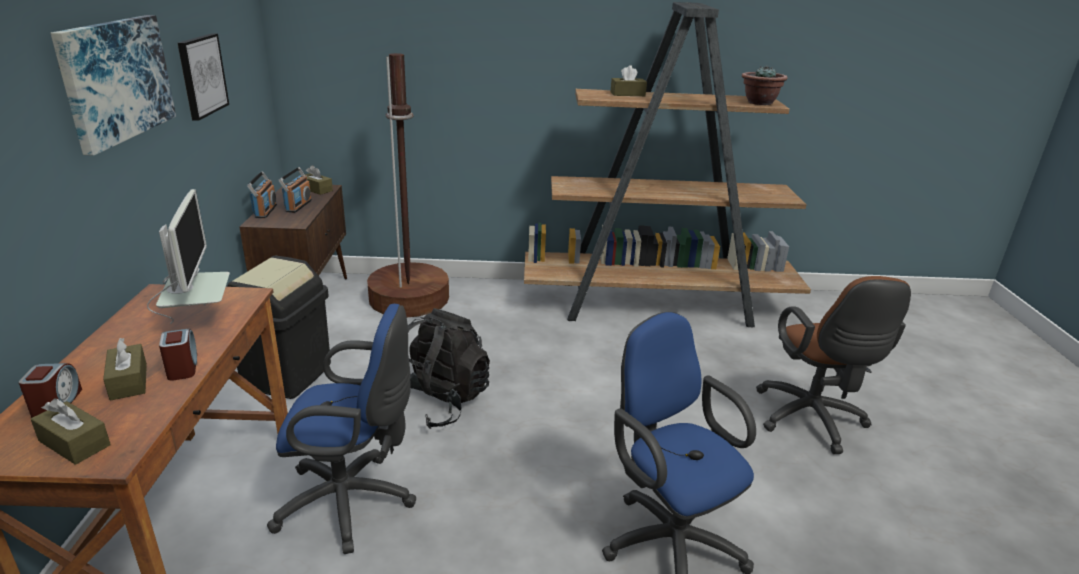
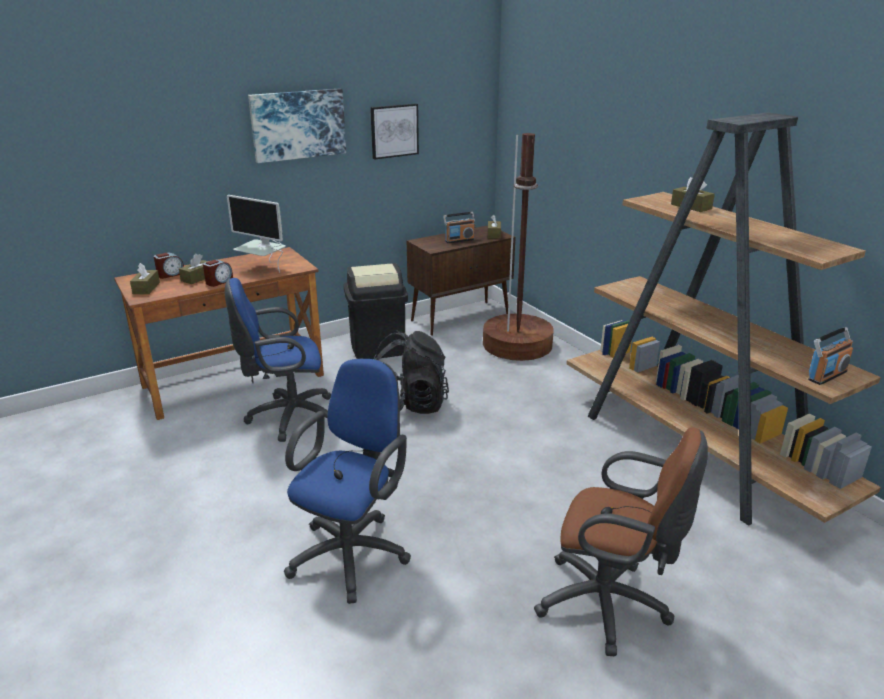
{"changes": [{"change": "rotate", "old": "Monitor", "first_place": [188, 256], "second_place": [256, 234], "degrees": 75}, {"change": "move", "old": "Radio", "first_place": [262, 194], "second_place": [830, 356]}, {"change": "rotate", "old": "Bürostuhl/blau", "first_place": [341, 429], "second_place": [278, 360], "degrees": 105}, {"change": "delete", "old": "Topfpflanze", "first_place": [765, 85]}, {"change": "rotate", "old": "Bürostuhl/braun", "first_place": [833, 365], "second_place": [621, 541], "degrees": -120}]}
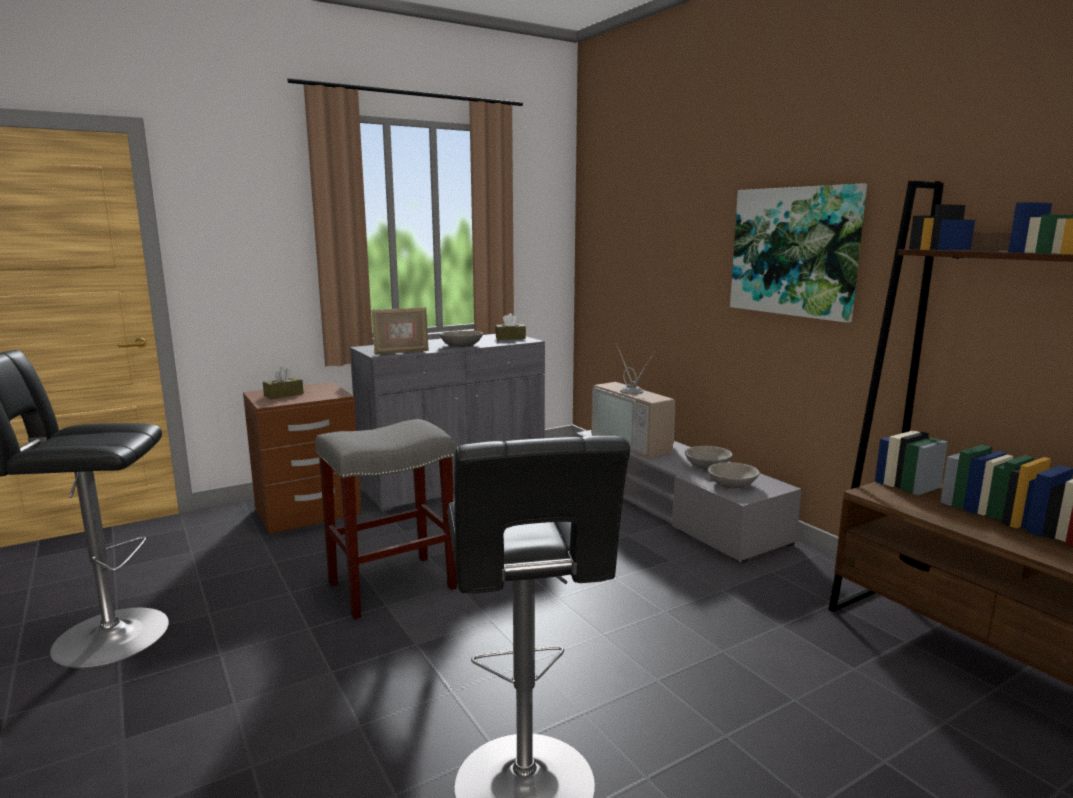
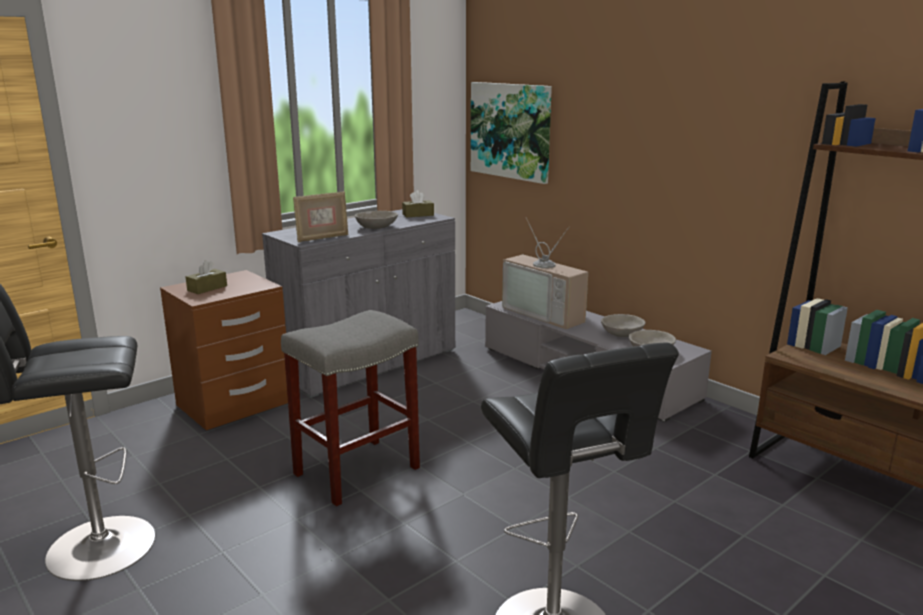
{"changes": [{"change": "move", "old": "Bild", "first_place": [798, 253], "second_place": [511, 133]}]}
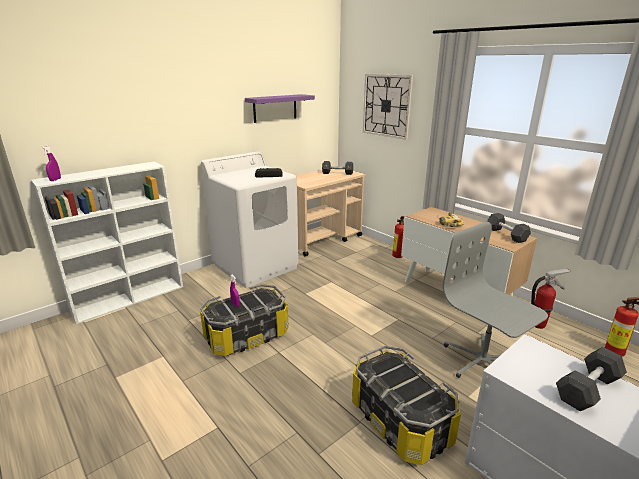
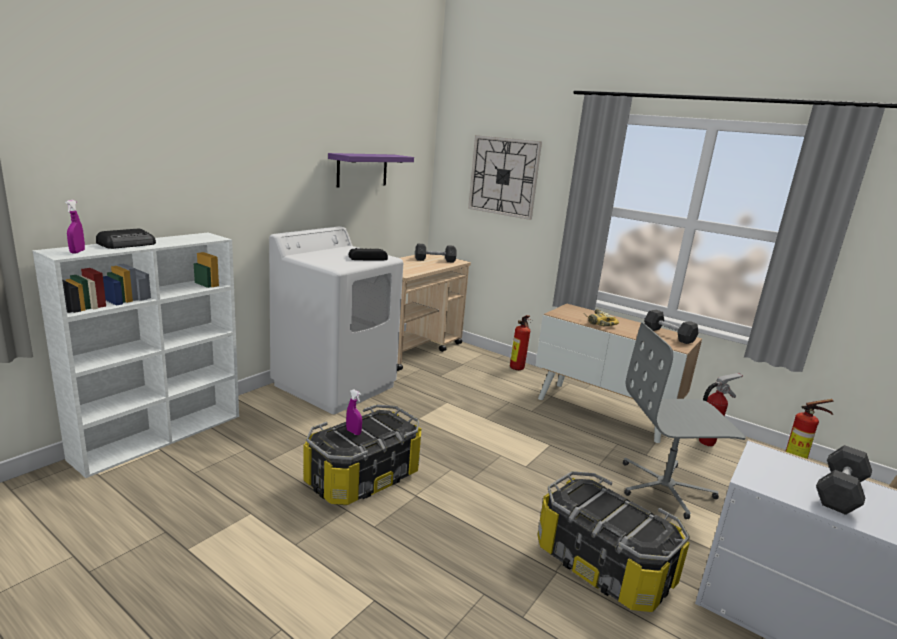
{"changes": [{"change": "rotate", "old": "Bürostuhl/grau", "first_place": [495, 300], "second_place": [684, 420], "degrees": -45}, {"change": "insert", "new": "Radio", "second_place": [126, 239]}]}
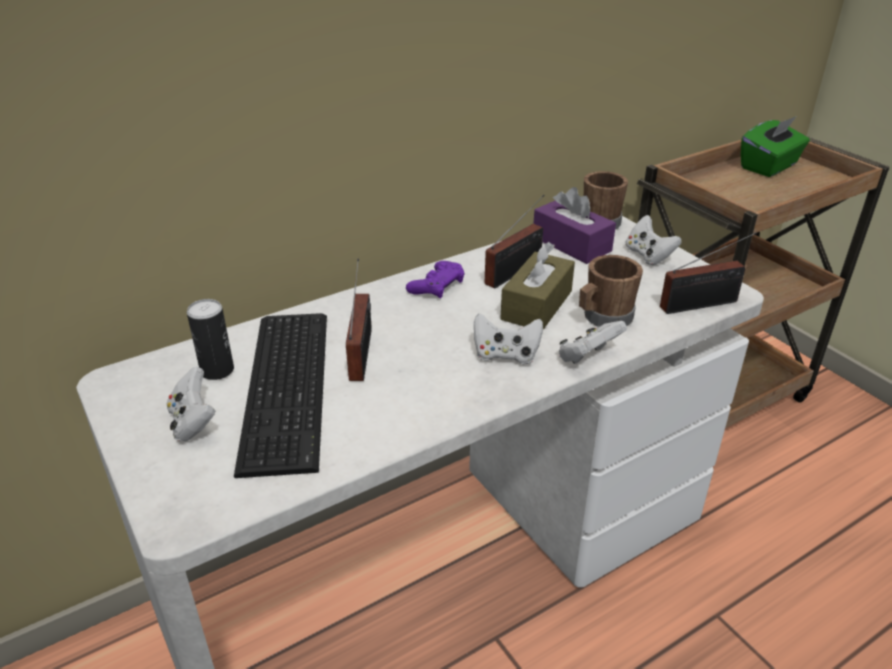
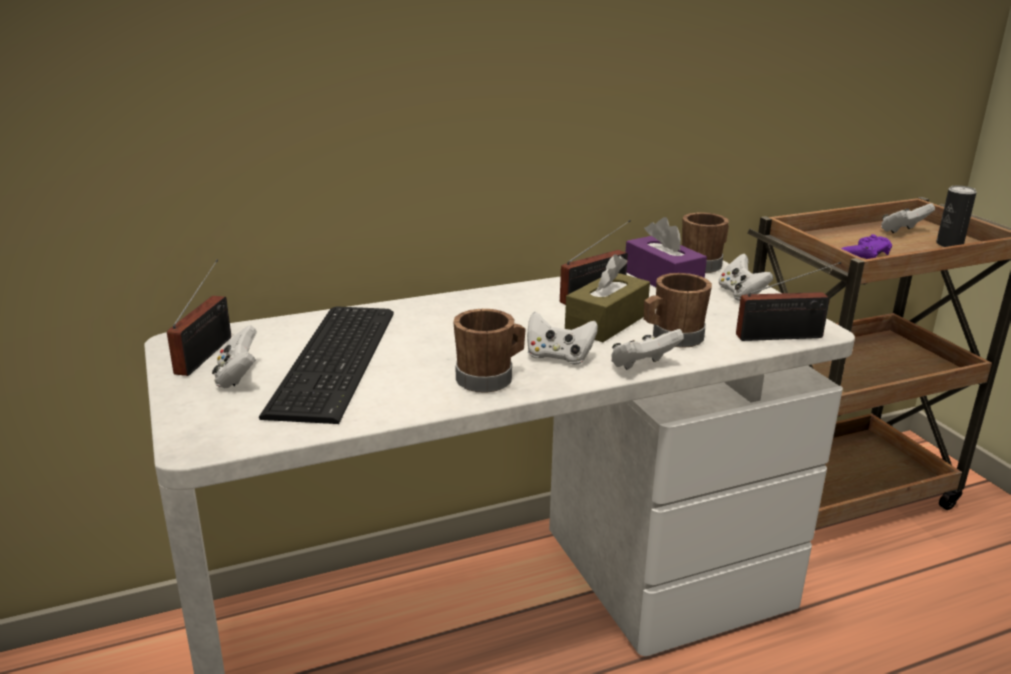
{"changes": [{"change": "move", "old": "Dose", "first_place": [210, 339], "second_place": [956, 216]}, {"change": "move", "old": "Radio", "first_place": [359, 320], "second_place": [199, 317]}, {"change": "move", "old": "Gamepad/lila", "first_place": [435, 280], "second_place": [866, 246]}, {"change": "replace", "old": "Taschentuchbox/grün", "new": "Gamepad/weiß", "first_place": [775, 146], "second_place": [908, 218]}, {"change": "insert", "new": "Henkelbecher/braun", "second_place": [489, 351]}]}
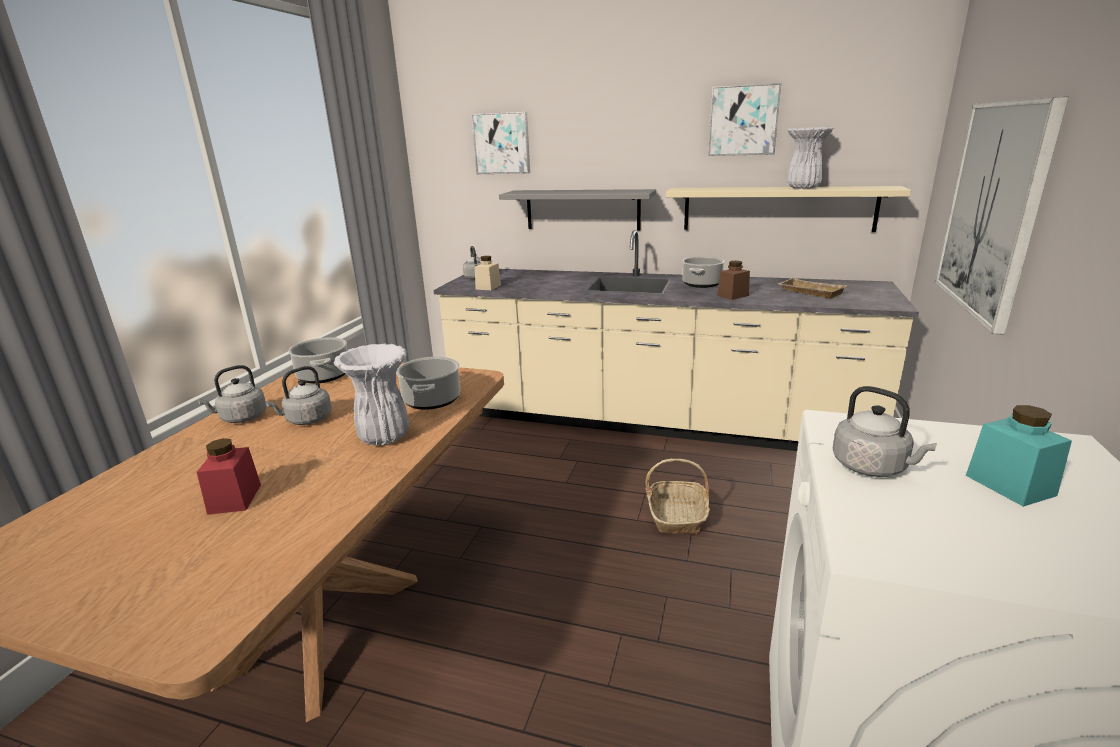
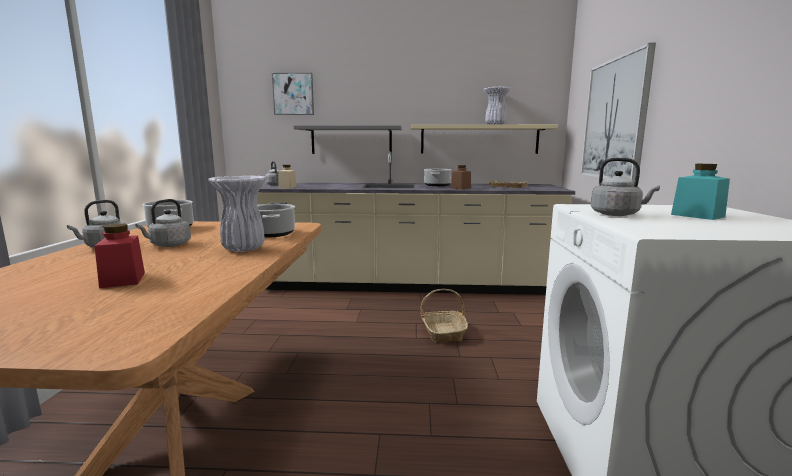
{"changes": [{"change": "delete", "old": "Bild", "first_place": [744, 119]}]}
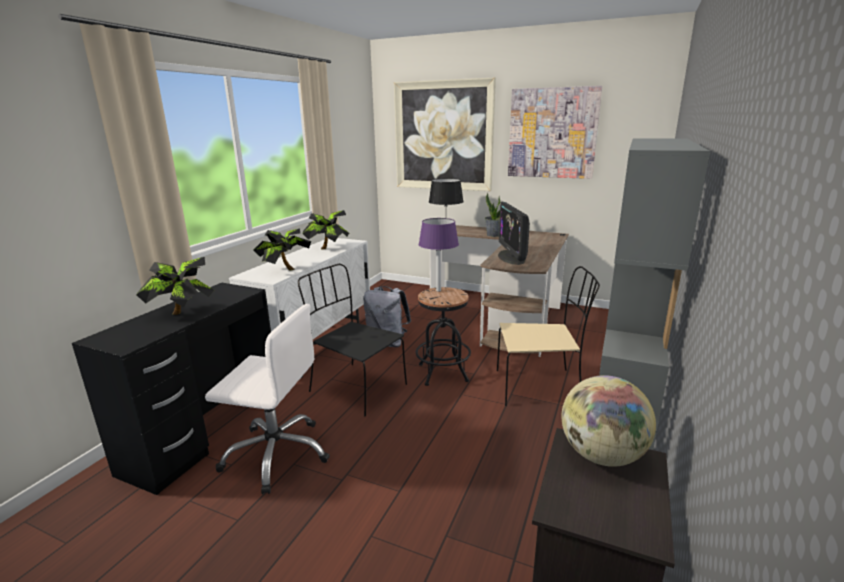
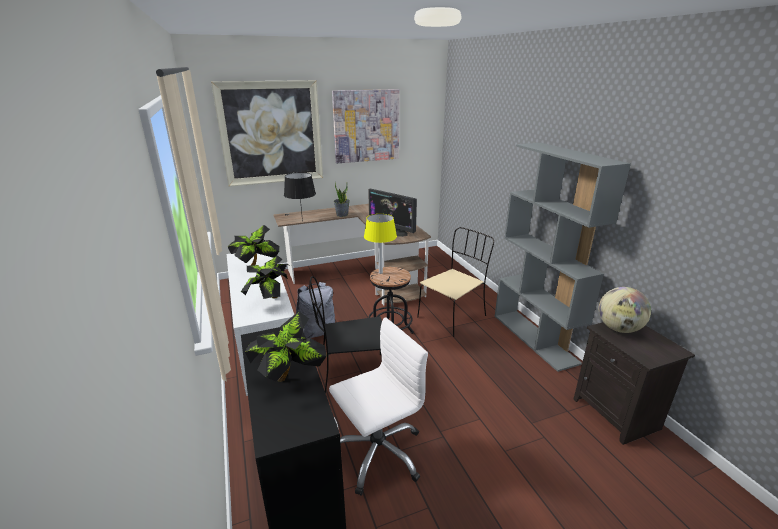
{"changes": [{"change": "recolor", "old": "Tischlampe/lila", "new": "Tischlampe/gelb", "first_place": [439, 255], "second_place": [380, 244]}]}
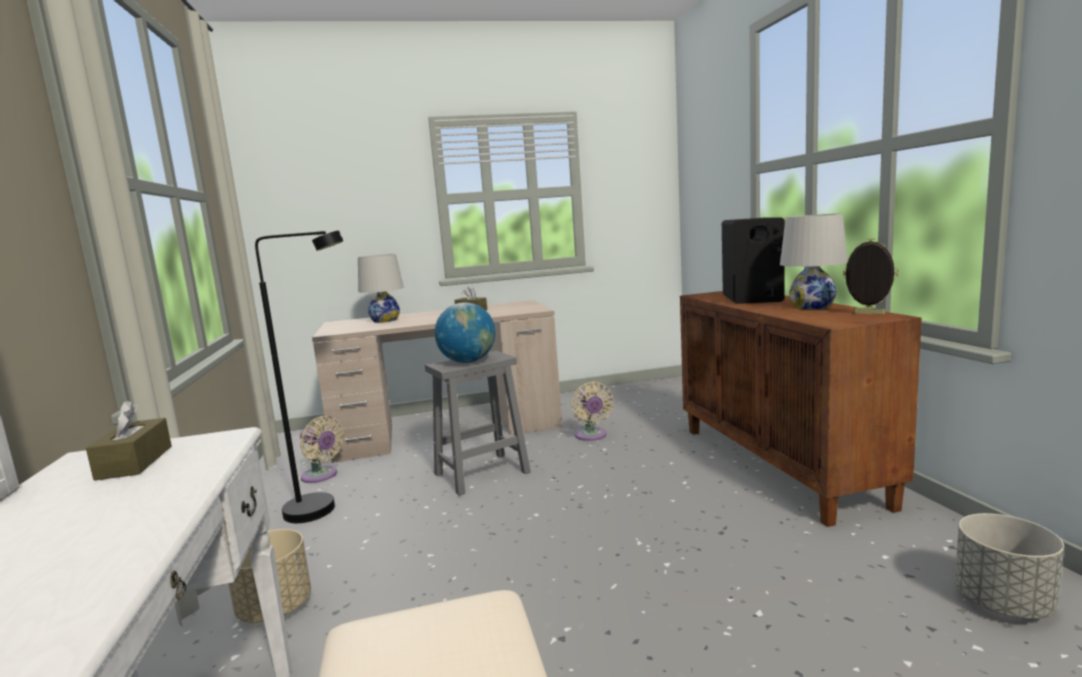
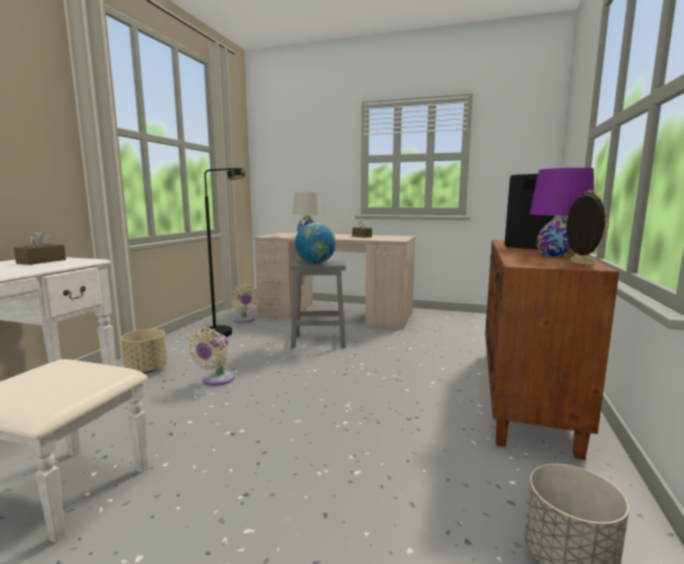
{"changes": [{"change": "move", "old": "Ventilator/beige", "first_place": [592, 411], "second_place": [211, 357]}, {"change": "recolor", "old": "Tischlampe/weiß", "new": "Tischlampe/lila", "first_place": [814, 261], "second_place": [562, 212]}]}
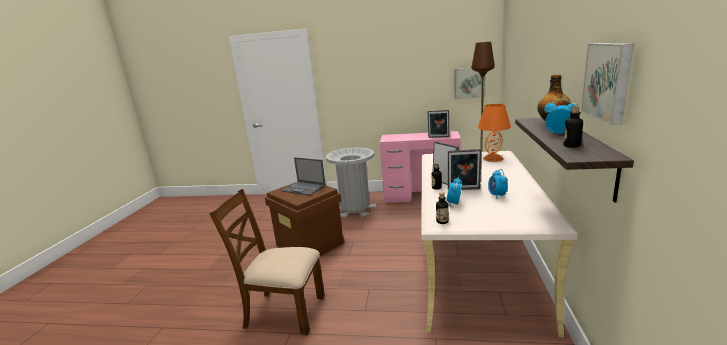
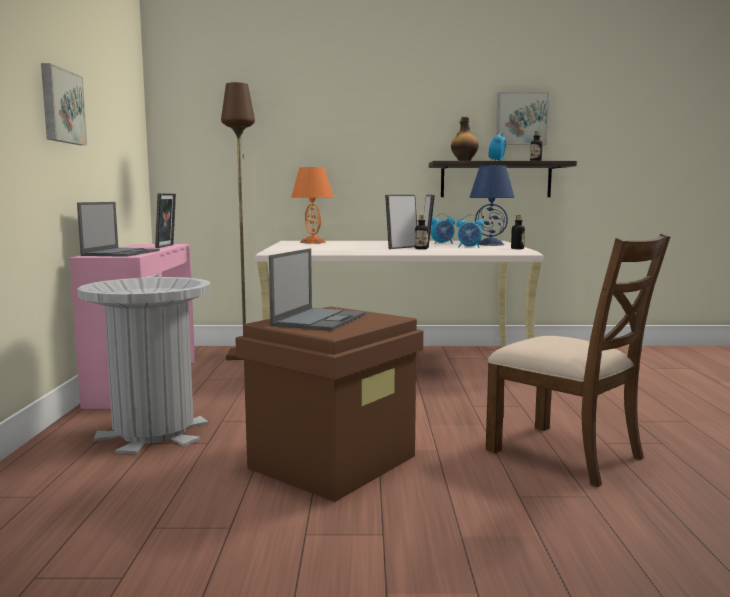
{"changes": [{"change": "rotate", "old": "Stuhl/braun", "first_place": [267, 262], "second_place": [578, 360], "degrees": -45}, {"change": "move", "old": "Bild", "first_place": [470, 83], "second_place": [64, 104]}, {"change": "insert", "new": "Laptop", "second_place": [118, 229]}, {"change": "insert", "new": "Tischlampe/blau", "second_place": [492, 206]}]}
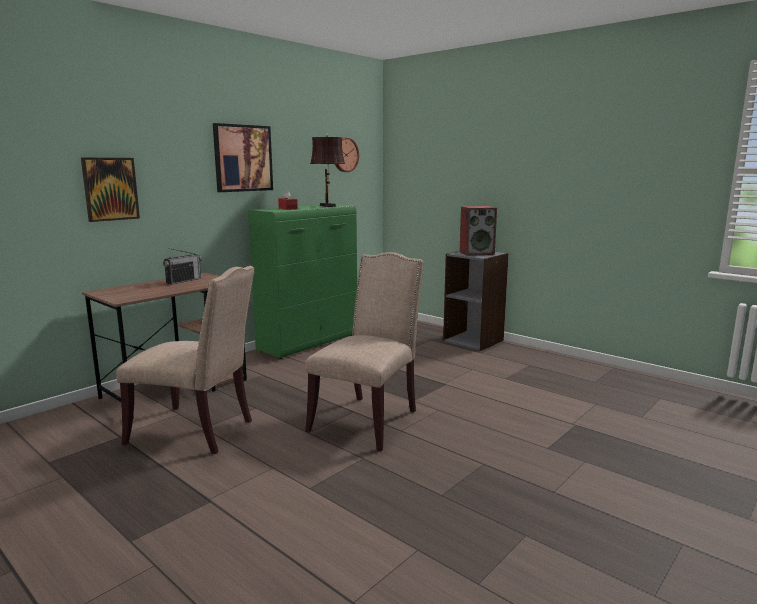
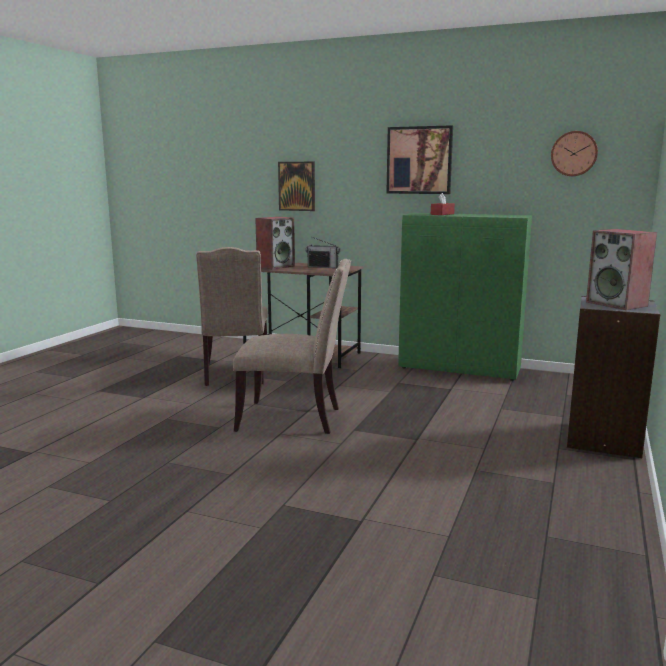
{"changes": [{"change": "delete", "old": "Tischlampe/braun", "first_place": [327, 170]}, {"change": "insert", "new": "Lautsprecher", "second_place": [275, 243]}]}
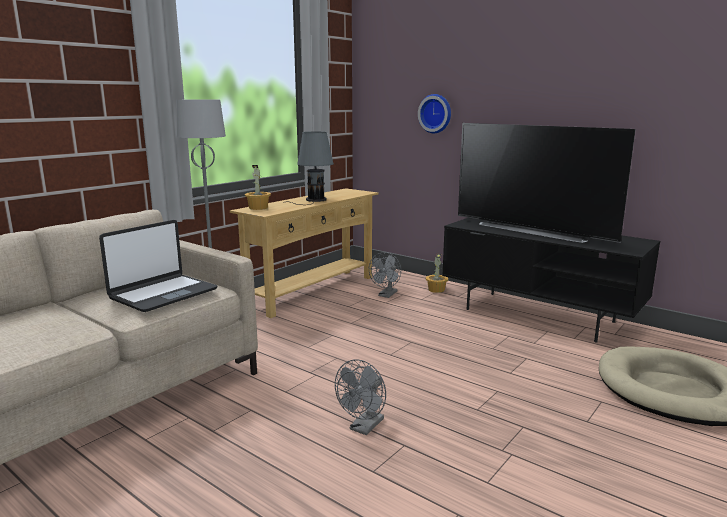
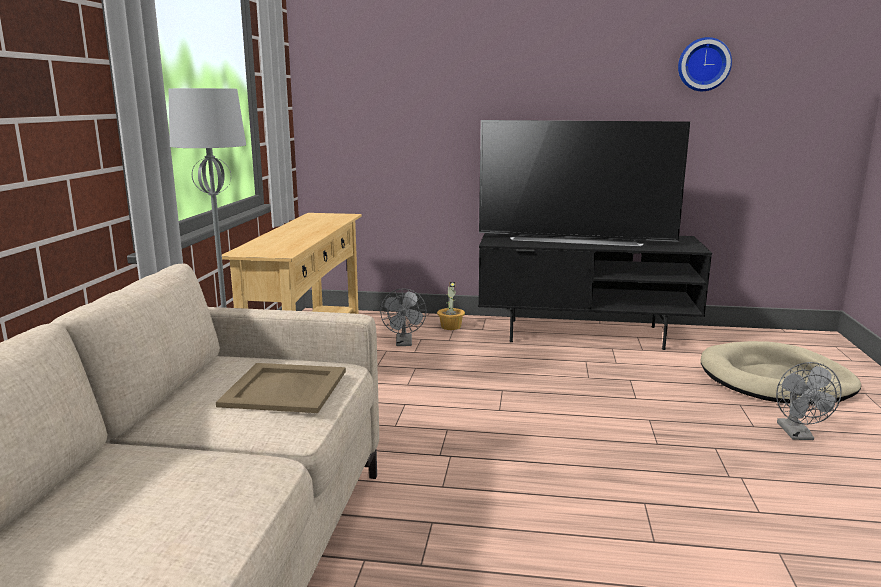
{"changes": [{"change": "replace", "old": "Laptop", "new": "Tablett/beige", "first_place": [158, 266], "second_place": [281, 388]}, {"change": "delete", "old": "Topfpflanze", "first_place": [258, 187]}, {"change": "delete", "old": "Tischlampe/grau", "first_place": [308, 168]}, {"change": "move", "old": "Ventilator/grau", "first_place": [360, 397], "second_place": [808, 401]}, {"change": "move", "old": "Wanduhr", "first_place": [434, 113], "second_place": [705, 64]}]}
